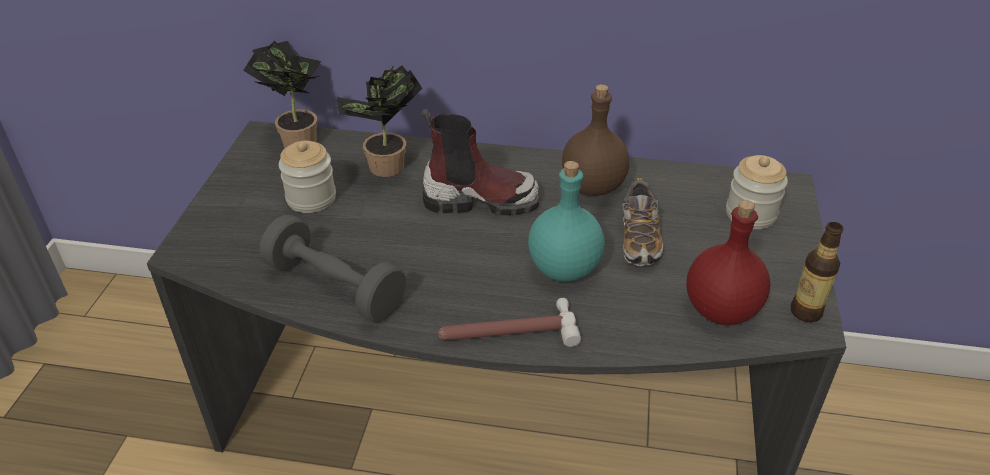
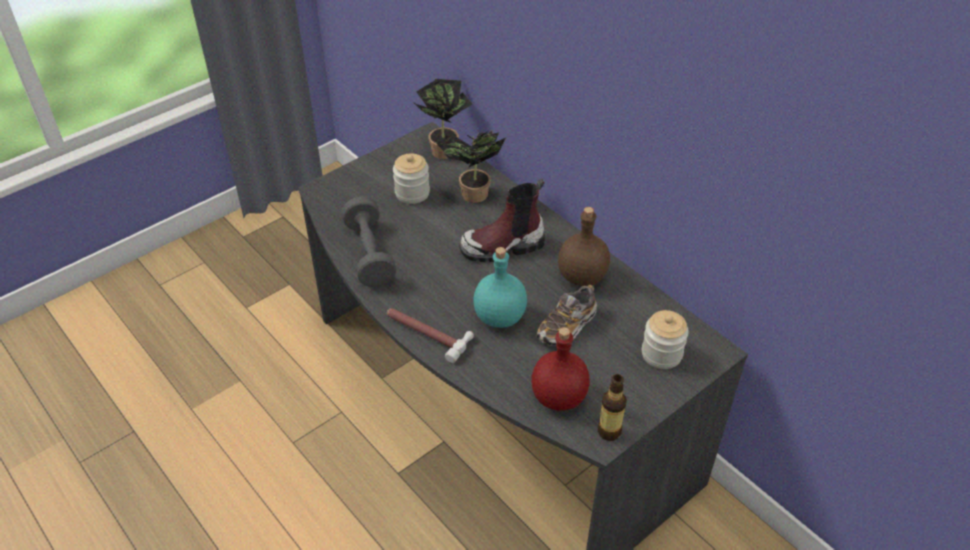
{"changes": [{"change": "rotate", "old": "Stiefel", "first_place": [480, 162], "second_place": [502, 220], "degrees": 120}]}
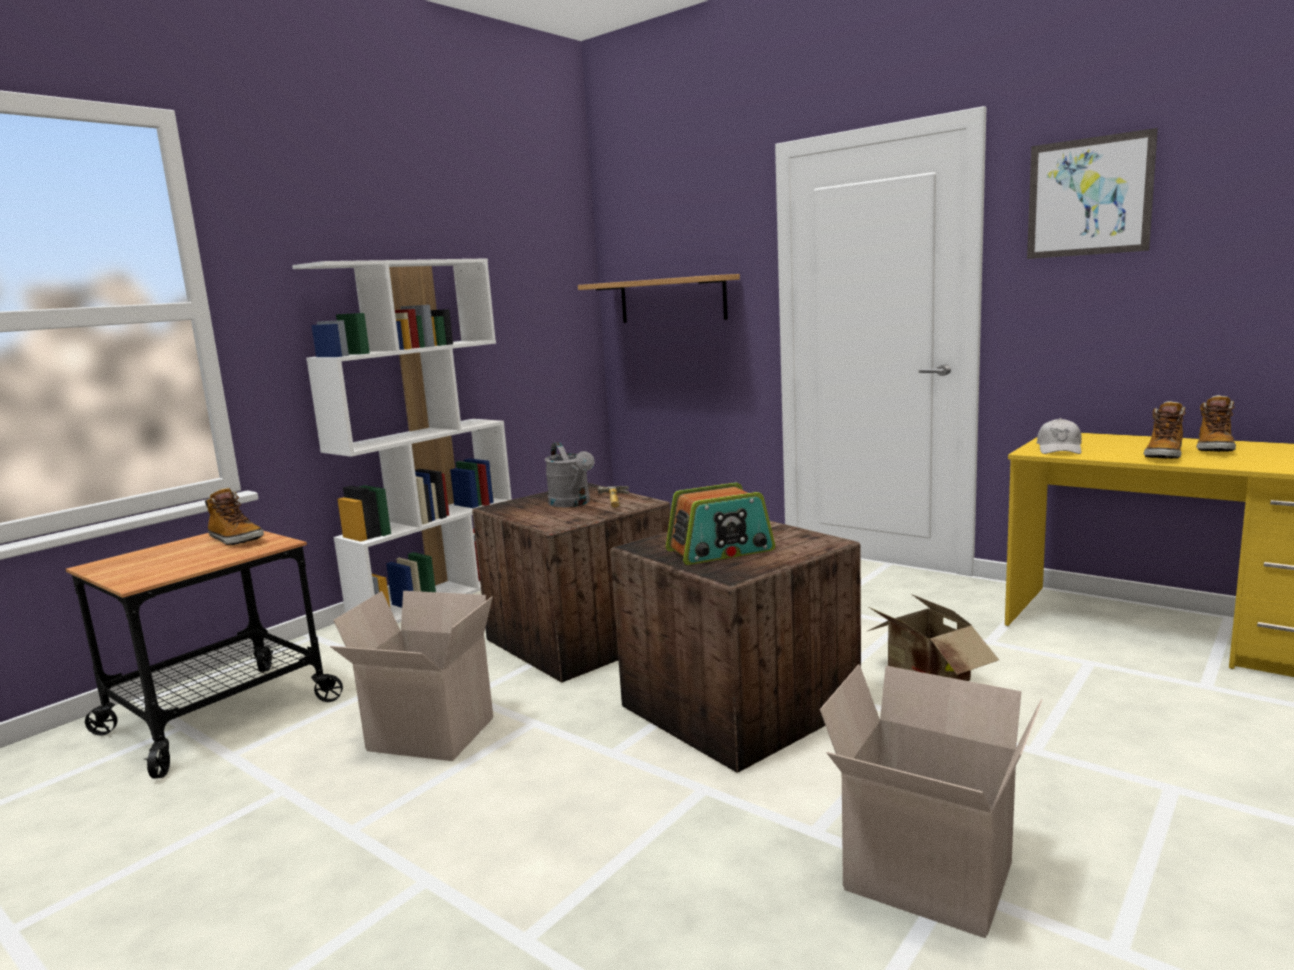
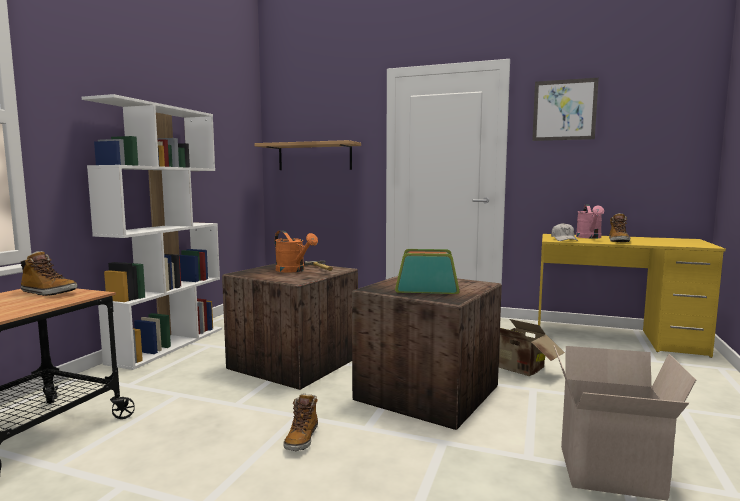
{"changes": [{"change": "delete", "old": "Karton", "first_place": [411, 676]}, {"change": "recolor", "old": "Gießkanne/grau", "new": "Gießkanne/orange", "first_place": [569, 474], "second_place": [296, 251]}, {"change": "rotate", "old": "Radio", "first_place": [720, 524], "second_place": [427, 271], "degrees": -135}, {"change": "move", "old": "Stiefel", "first_place": [1216, 423], "second_place": [300, 422]}, {"change": "insert", "new": "Gießkanne/rosa", "second_place": [590, 221]}]}
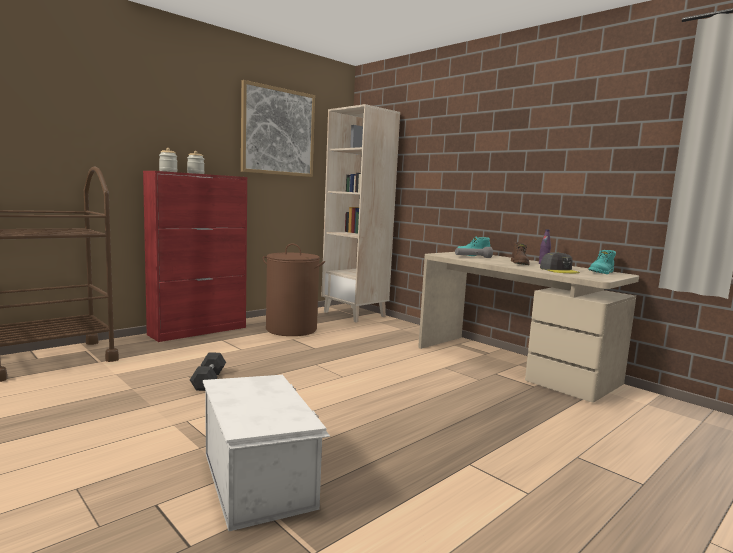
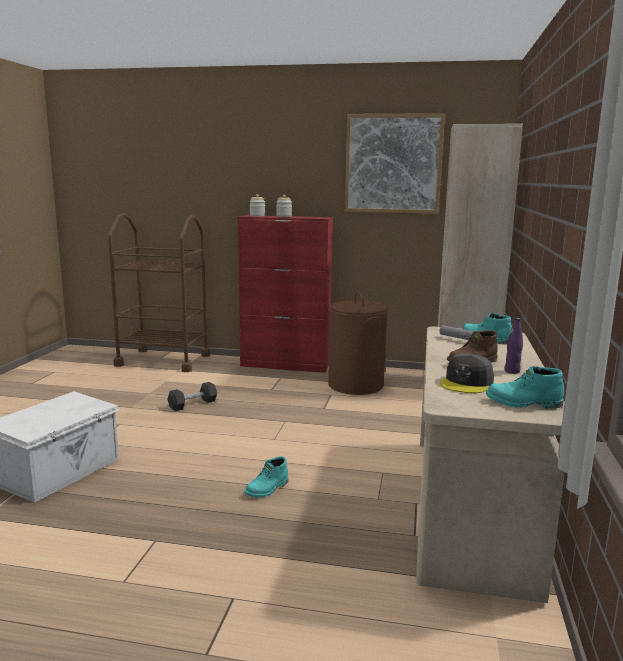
{"changes": [{"change": "insert", "new": "Stiefel/türkis", "second_place": [266, 477]}]}
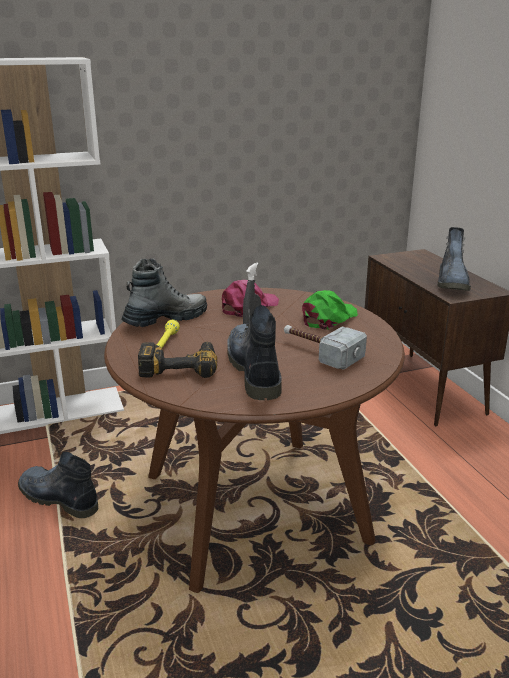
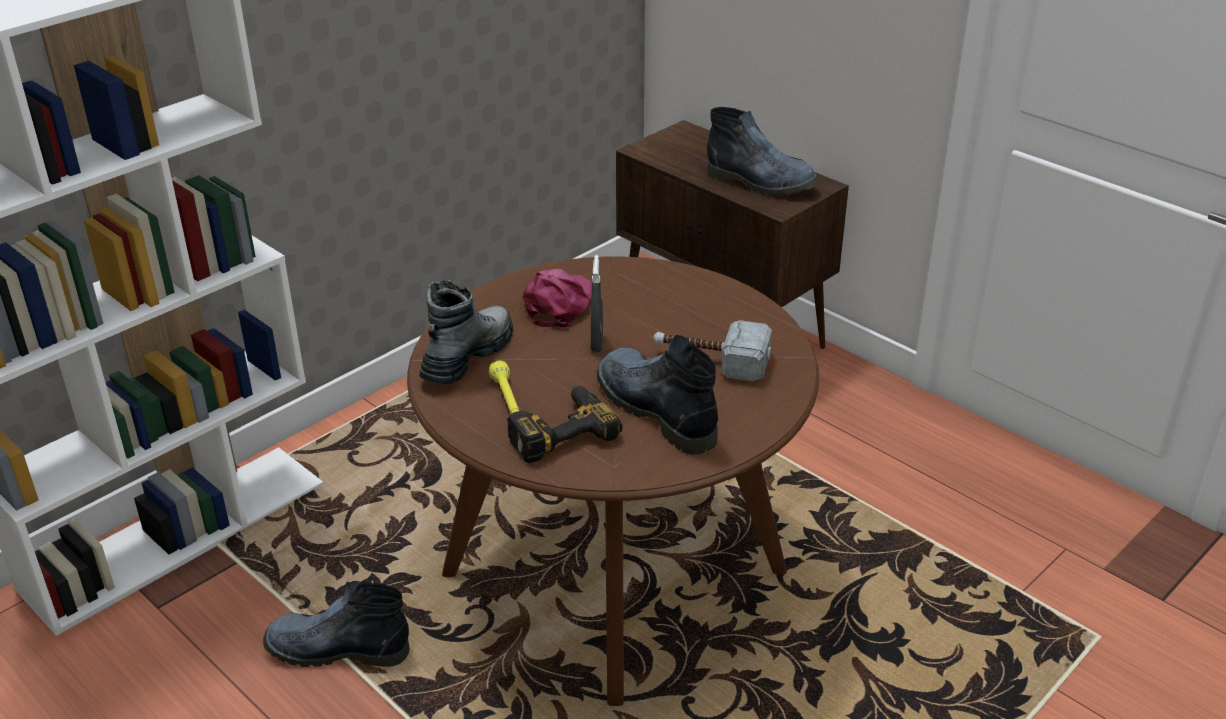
{"changes": [{"change": "delete", "old": "Kappe/grün", "first_place": [330, 310]}, {"change": "rotate", "old": "Stiefel", "first_place": [454, 259], "second_place": [763, 151], "degrees": -45}]}
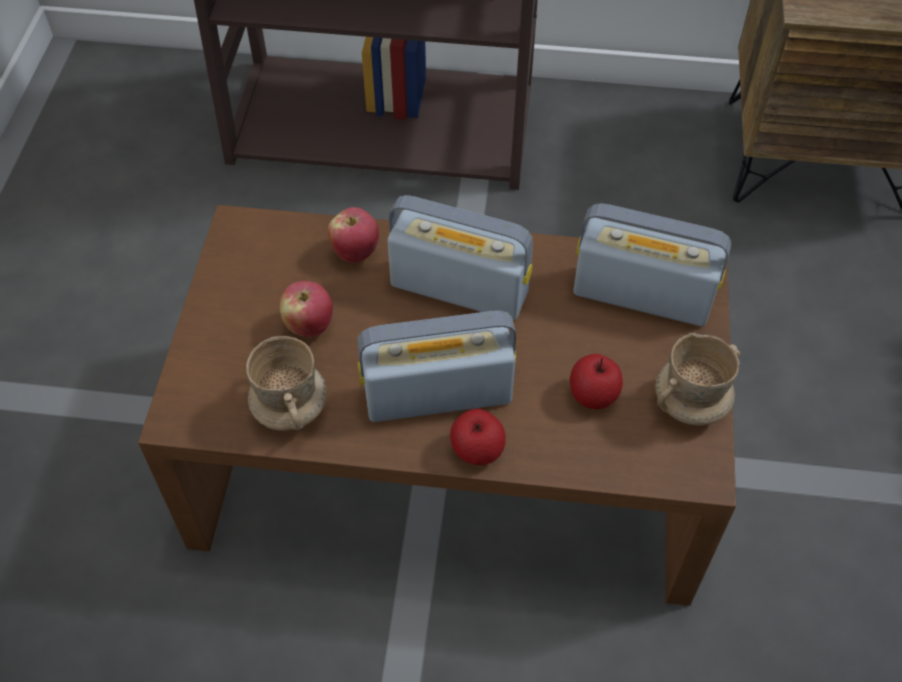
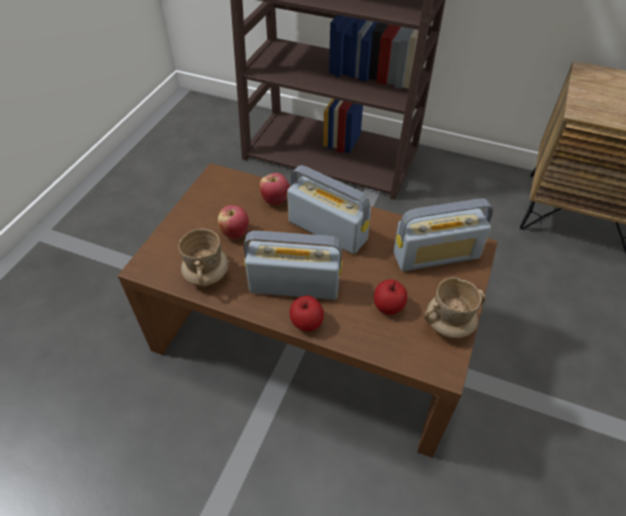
{"changes": [{"change": "rotate", "old": "Radio", "first_place": [652, 264], "second_place": [443, 235], "degrees": 135}]}
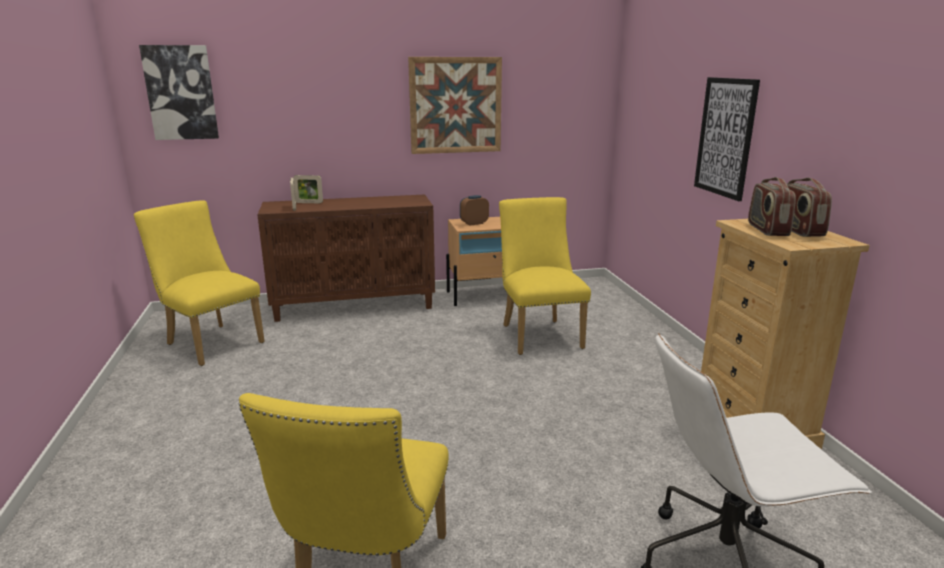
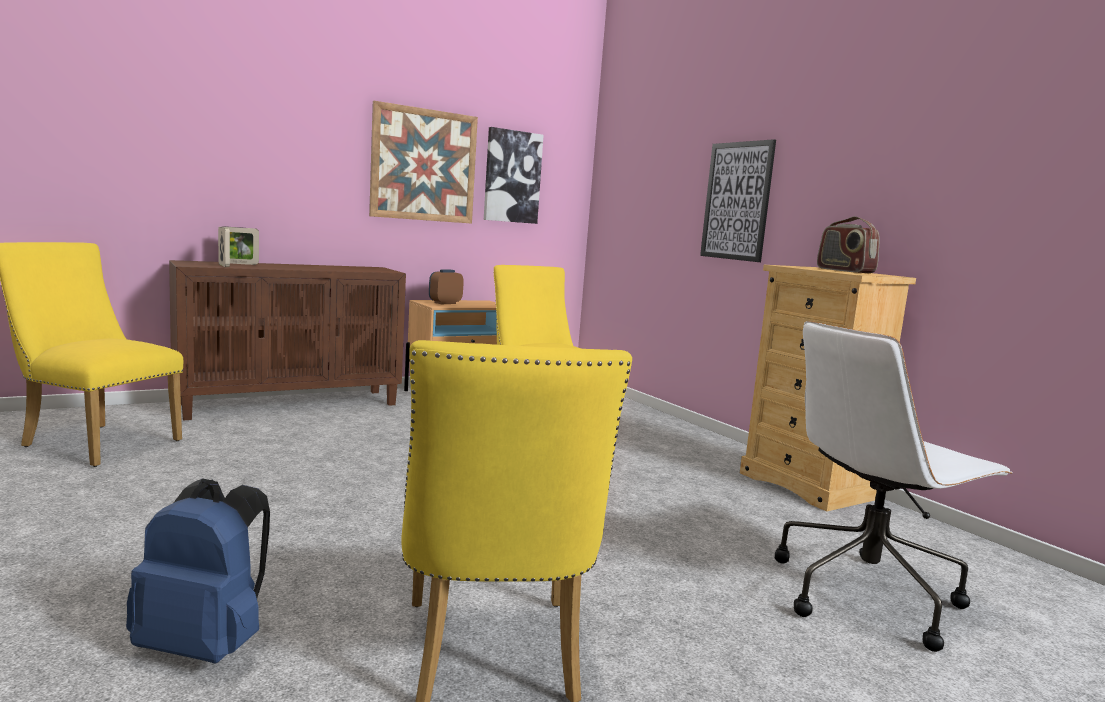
{"changes": [{"change": "move", "old": "Bild", "first_place": [179, 92], "second_place": [514, 175]}, {"change": "delete", "old": "Radio", "first_place": [772, 206]}, {"change": "insert", "new": "Rucksack/blau", "second_place": [198, 571]}]}
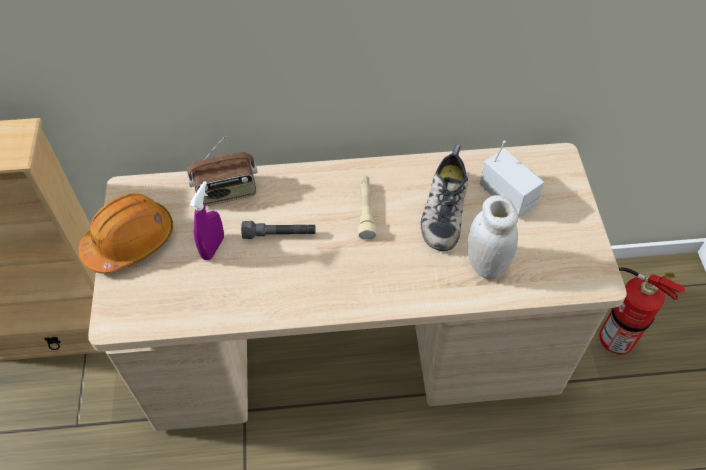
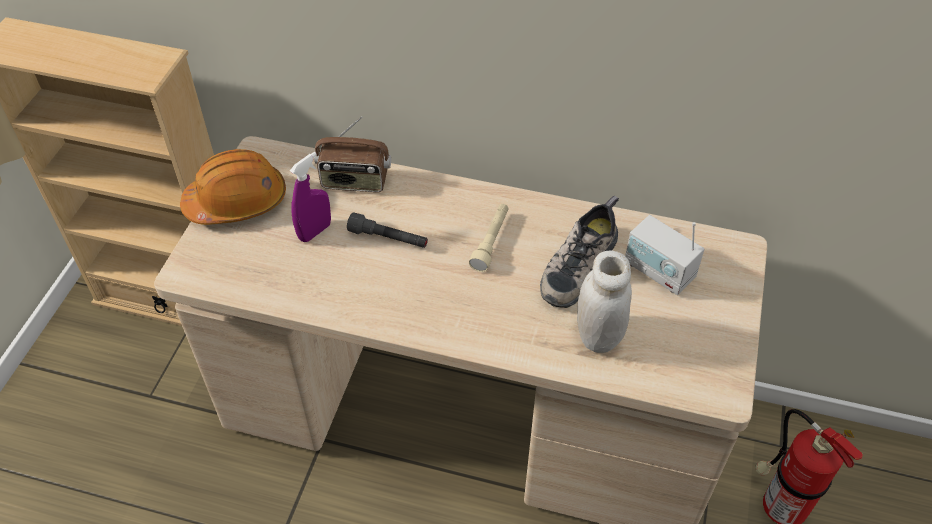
{"changes": [{"change": "rotate", "old": "Radio", "first_place": [512, 179], "second_place": [665, 255], "degrees": 150}]}
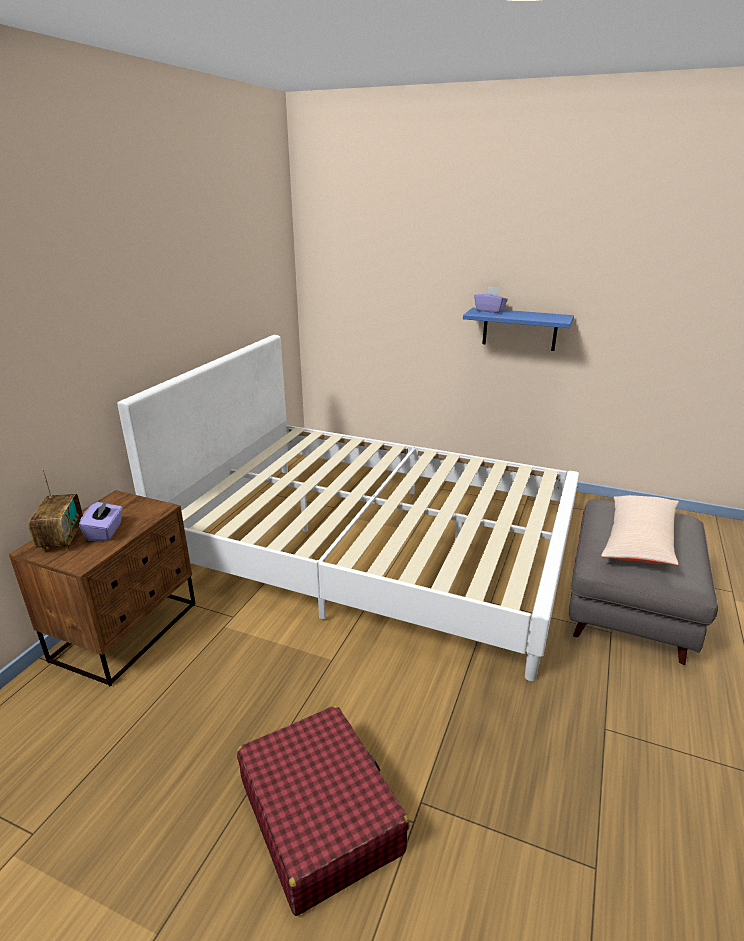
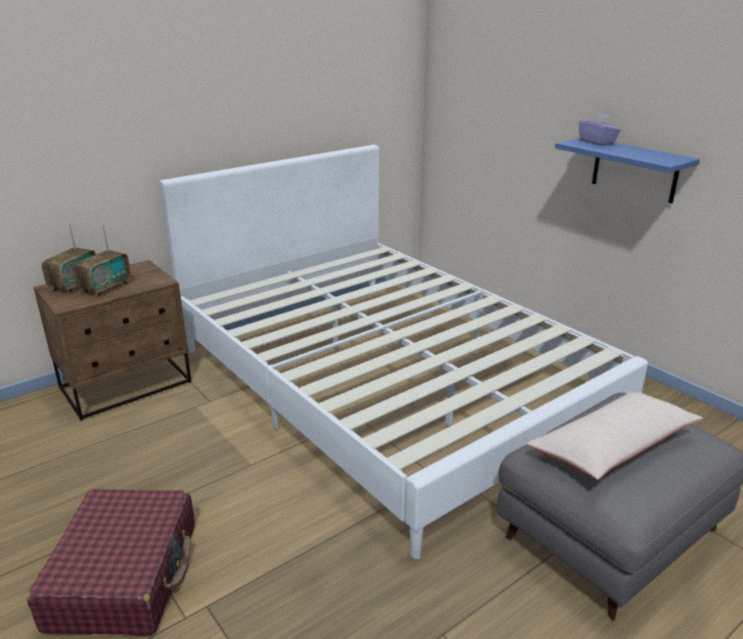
{"changes": [{"change": "replace", "old": "Taschentuchbox/lila", "new": "Radio", "first_place": [101, 520], "second_place": [102, 262]}]}
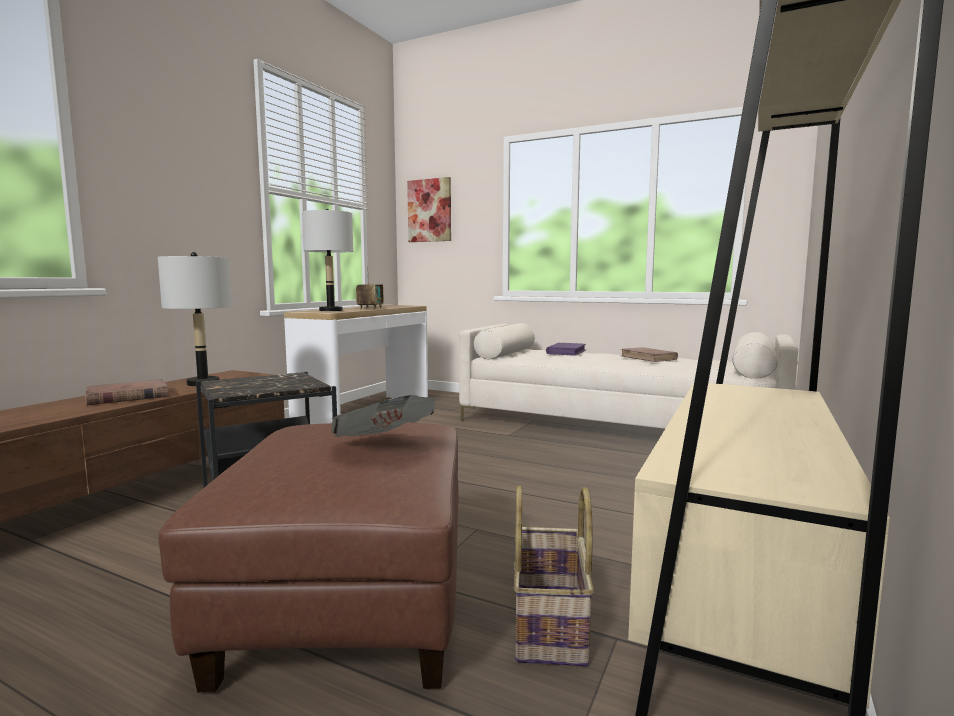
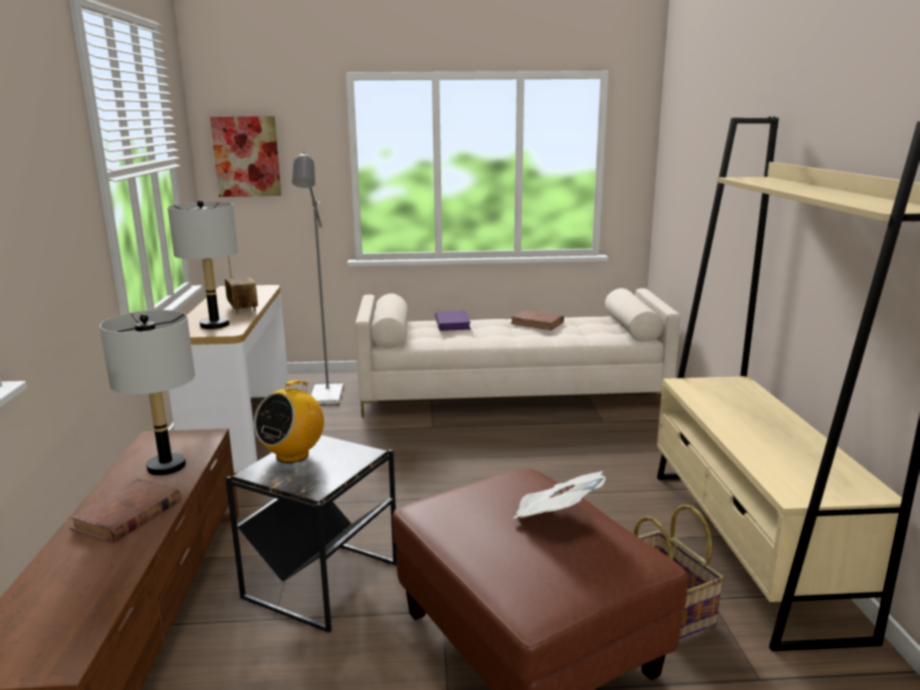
{"changes": [{"change": "insert", "new": "Radio", "second_place": [289, 421]}, {"change": "insert", "new": "Stehlampe/grau", "second_place": [317, 278]}]}
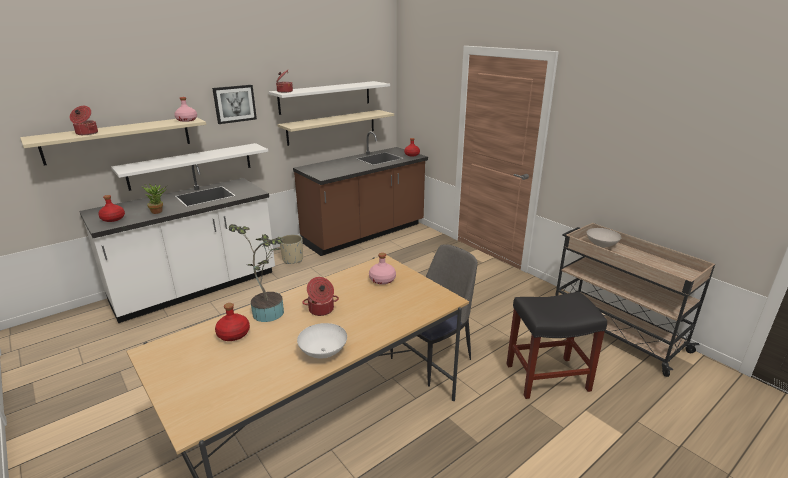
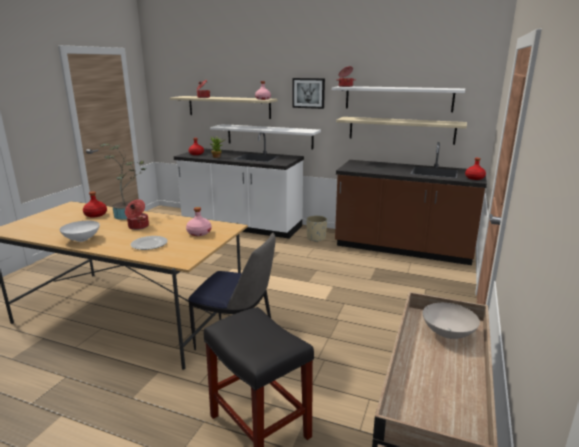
{"changes": [{"change": "insert", "new": "Teller", "second_place": [149, 243]}]}
